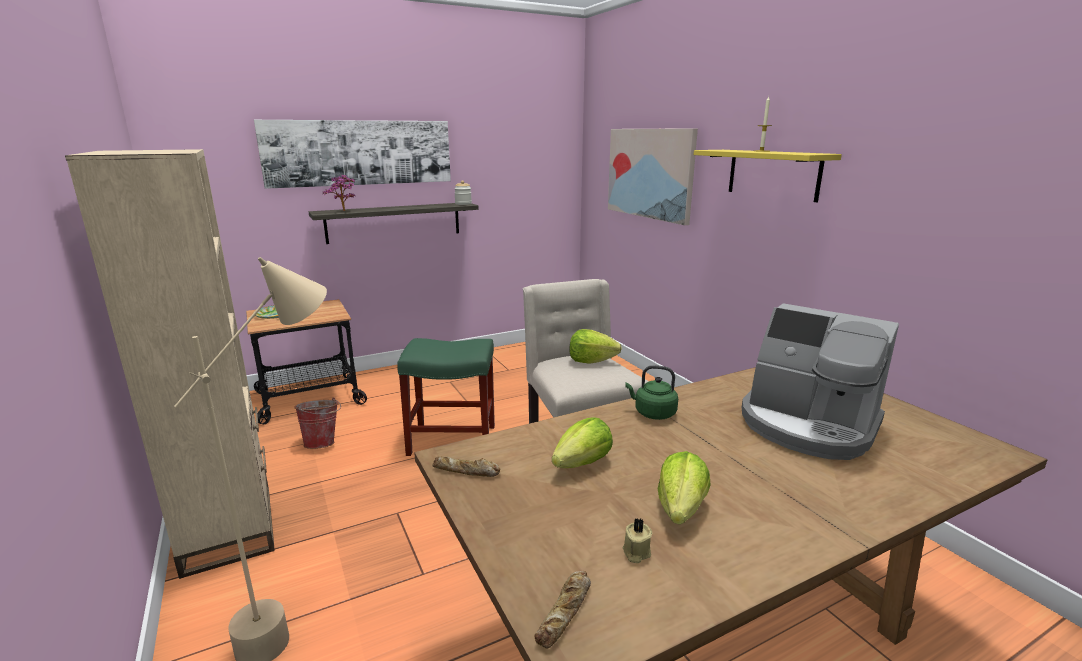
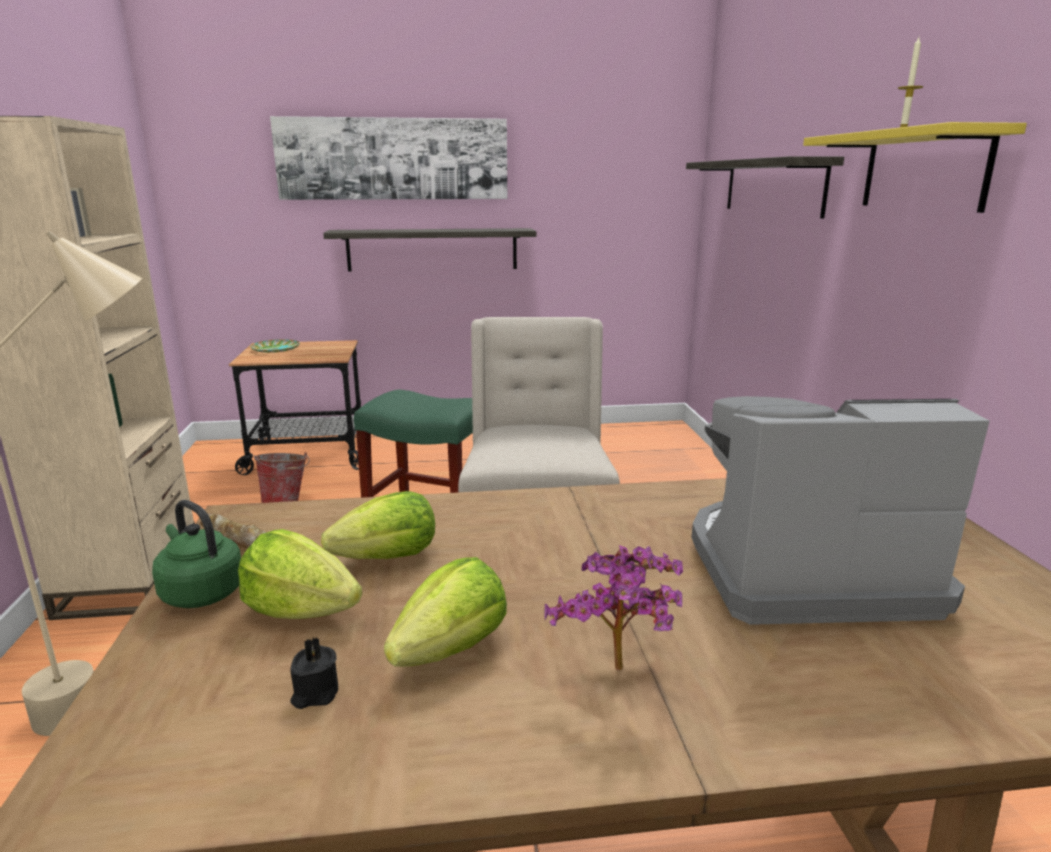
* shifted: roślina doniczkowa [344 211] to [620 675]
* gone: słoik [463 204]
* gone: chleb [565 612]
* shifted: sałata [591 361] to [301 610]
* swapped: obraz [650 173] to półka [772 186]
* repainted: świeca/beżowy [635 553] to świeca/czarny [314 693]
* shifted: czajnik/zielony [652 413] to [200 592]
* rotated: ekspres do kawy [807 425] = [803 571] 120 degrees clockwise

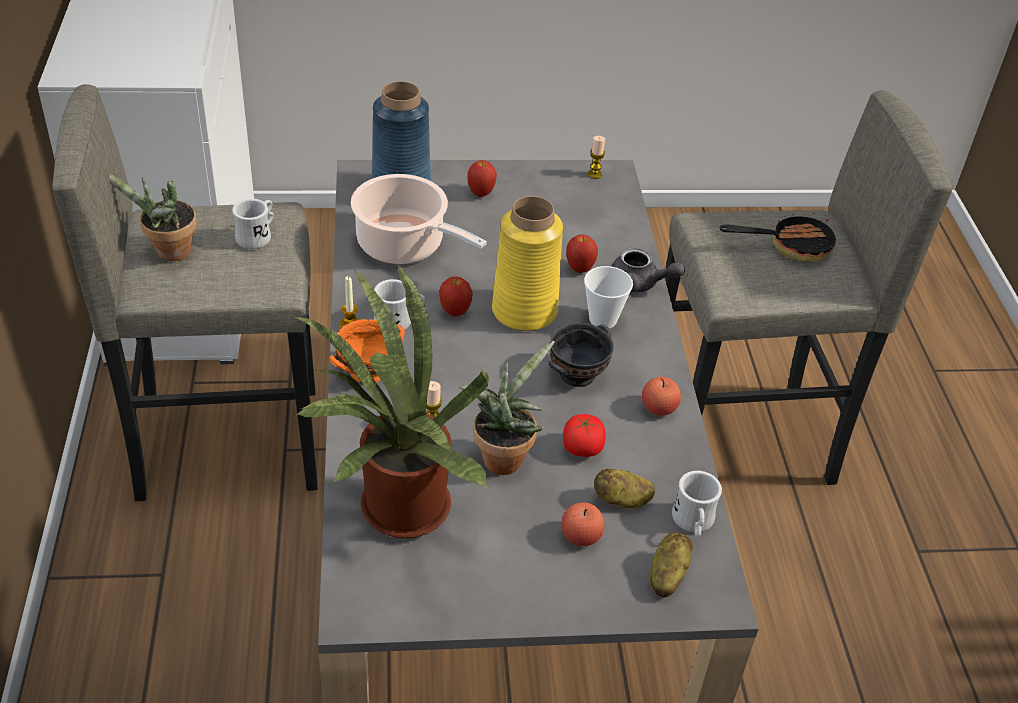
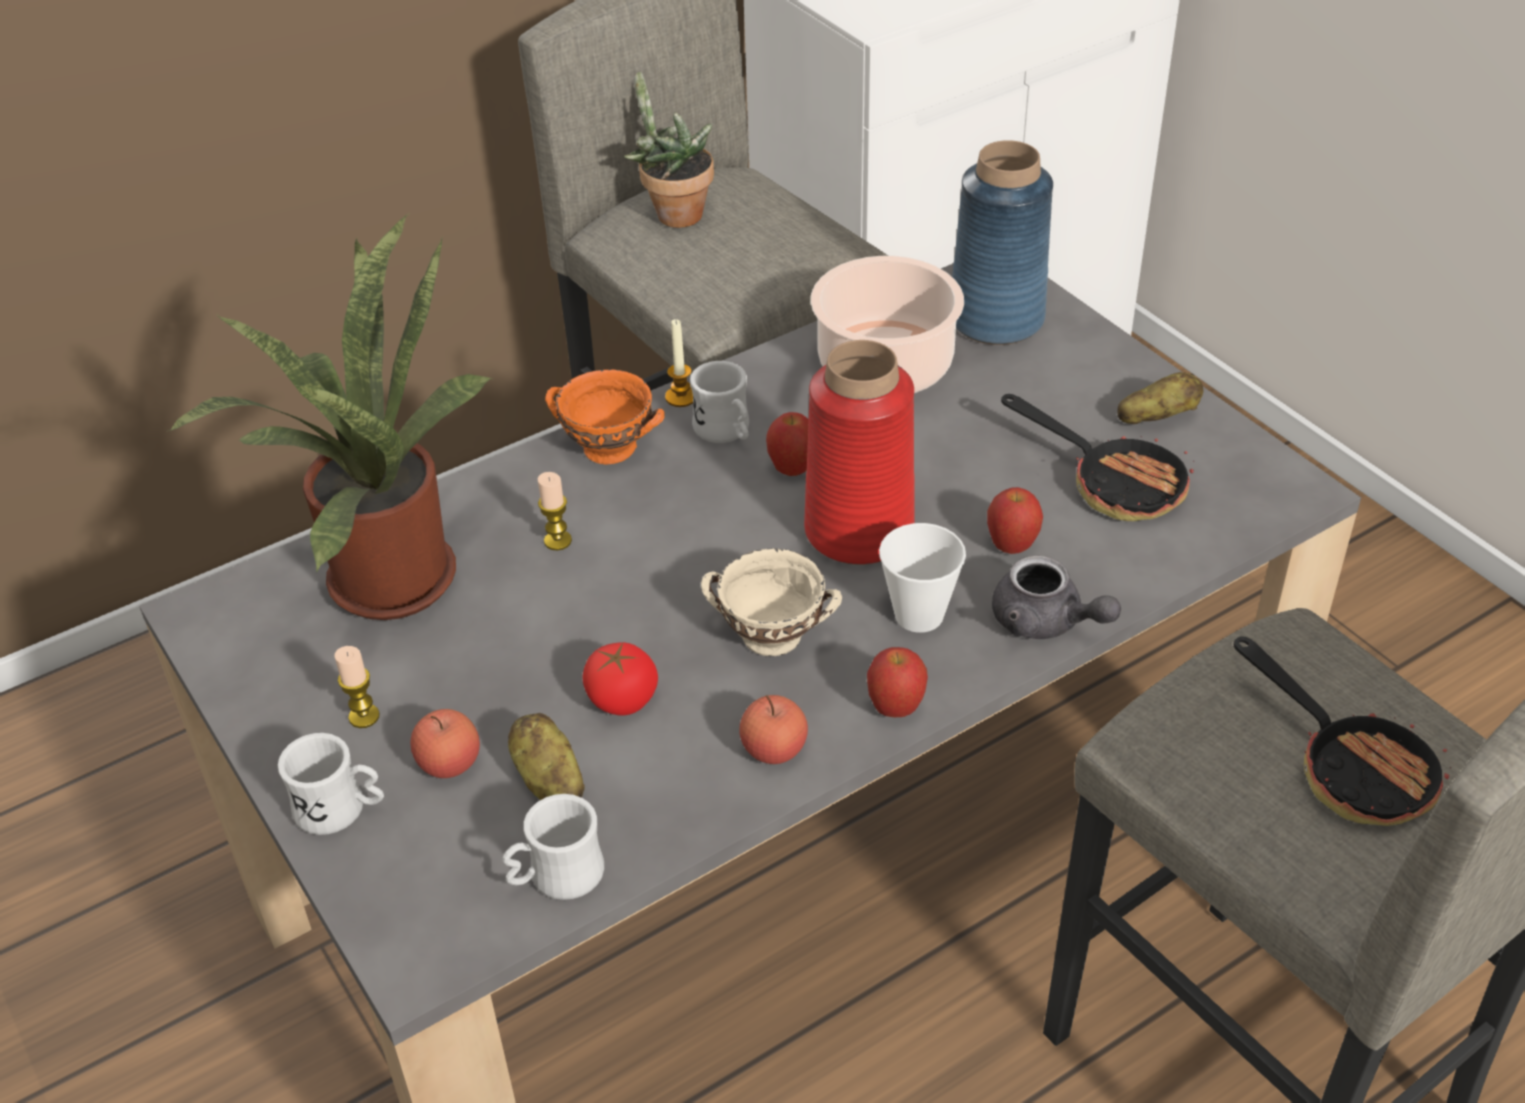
* shifted: kubek/biały [257 236] to [341 810]
* gone: roślina doniczkowa [503 456]
* shifted: jabłko [481 193] to [895 708]
* repainted: wazon/żółty [524 311] to wazon/czerwony [858 531]
* repainted: miska/czarny [575 374] to miska/beżowy [770 634]
* shifted: świeca [594 174] to [364 716]
* rotated: imbryk/szary [640 284] = [1046 623] 45 degrees counterclockwise
* shifted: ziemniak [667 575] to [1156 418]
* new: patelnia [1113 483]

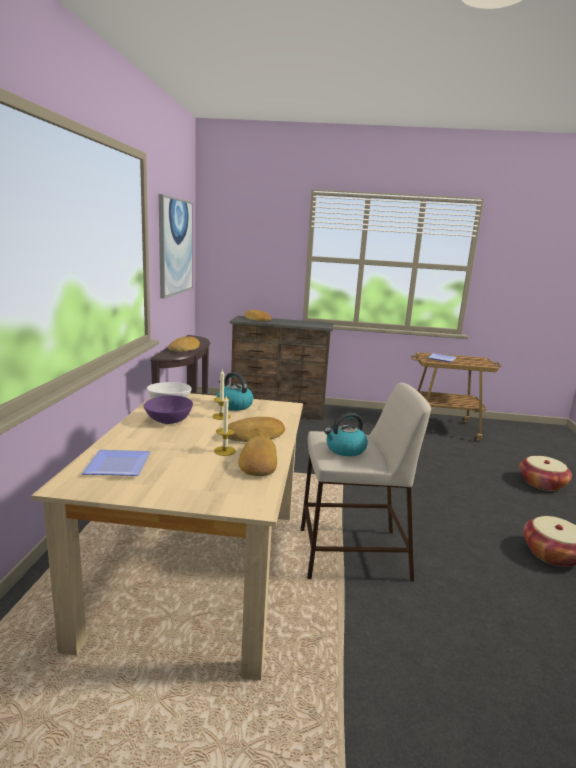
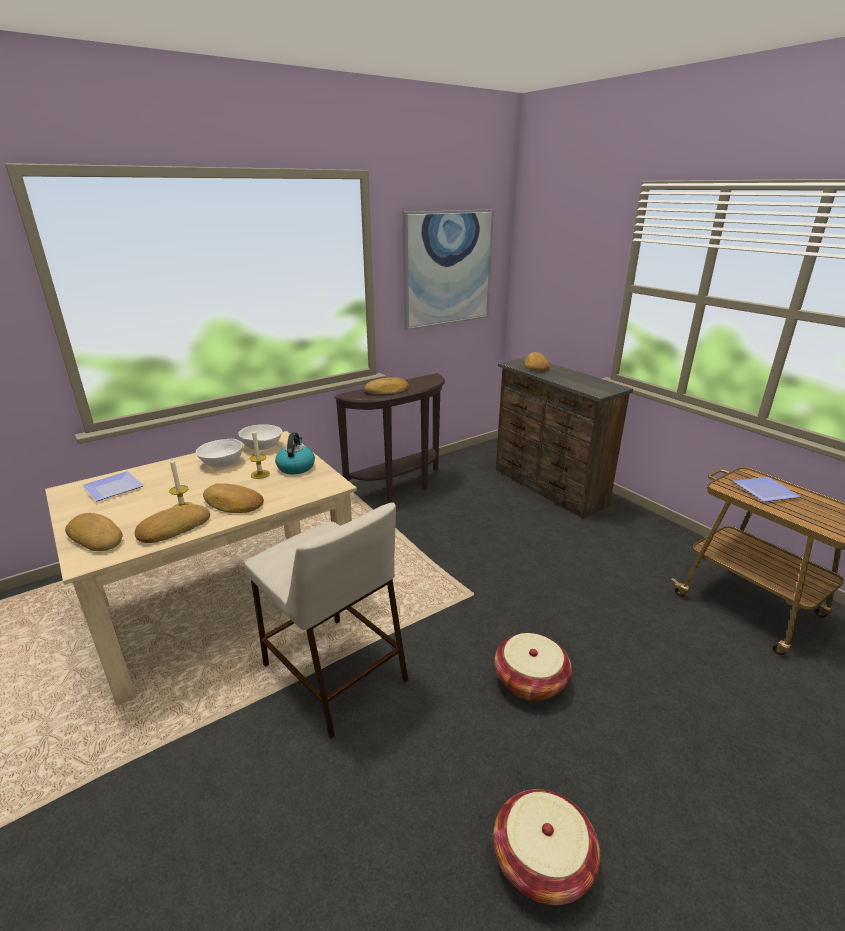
* repainted: miska/fioletowy [168 420] to miska/biały [222 463]
* gone: czajnik [345 450]
* shifted: koszyk [542 483] to [530 681]
* new: chleb [97 537]

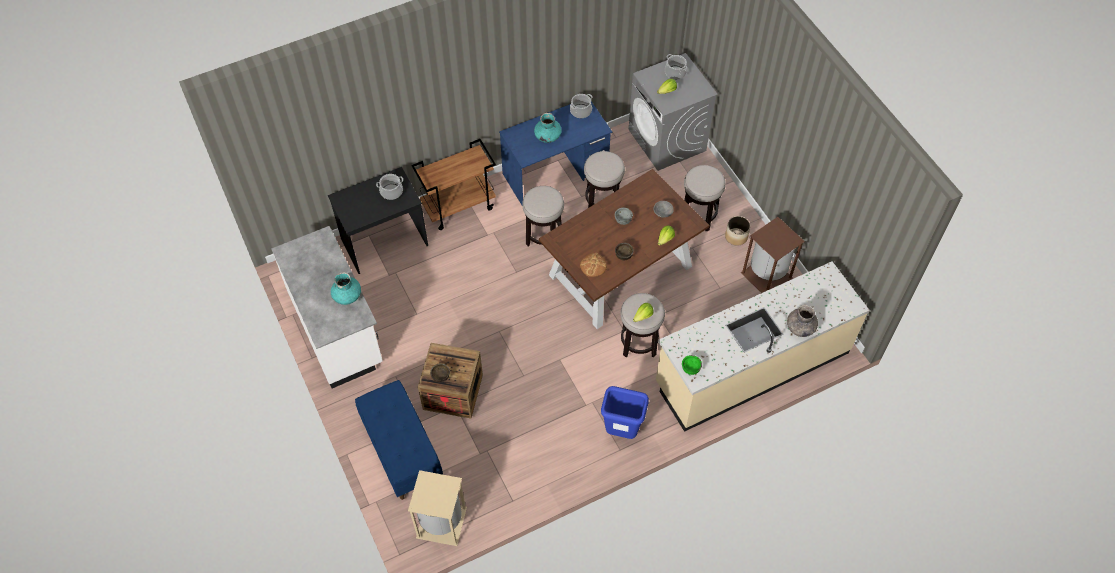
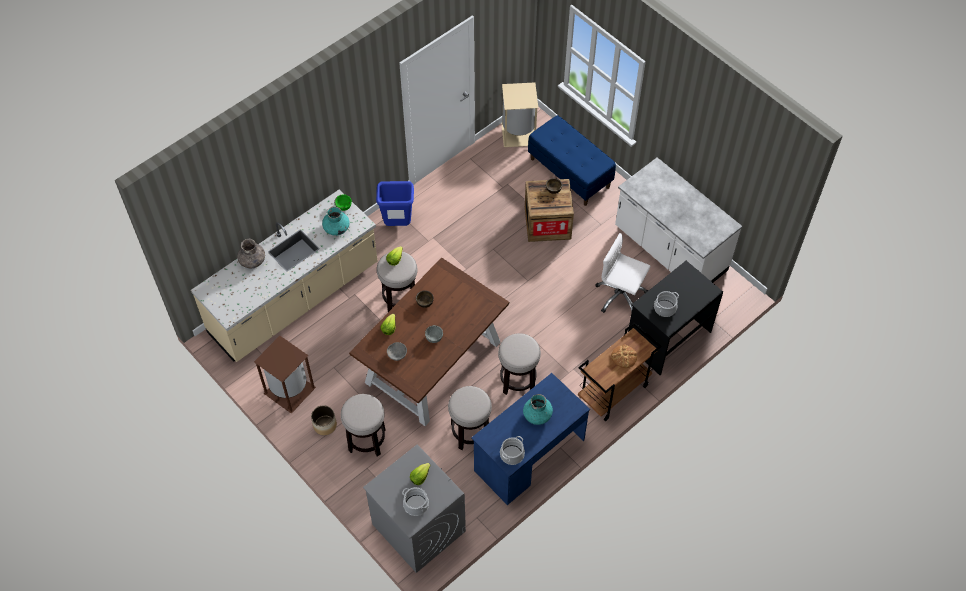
* shifted: wazon/turkusowy [347 295] to [336 228]
* shifted: chleb [593 266] to [624 357]
* new: krzesło biurowe/biały [620 296]

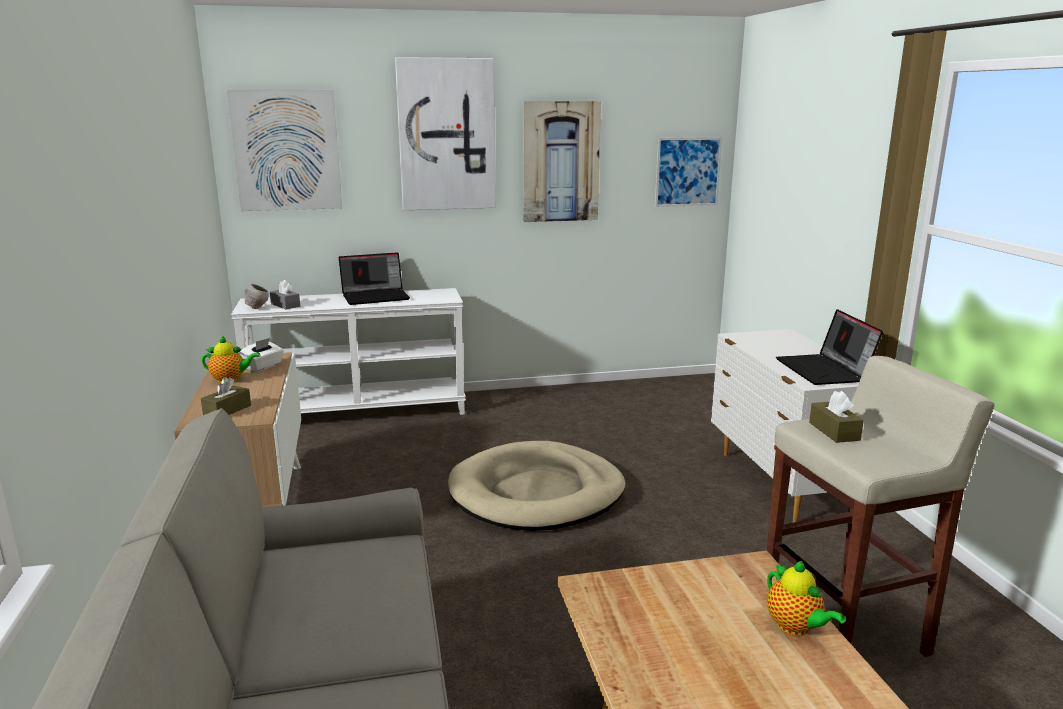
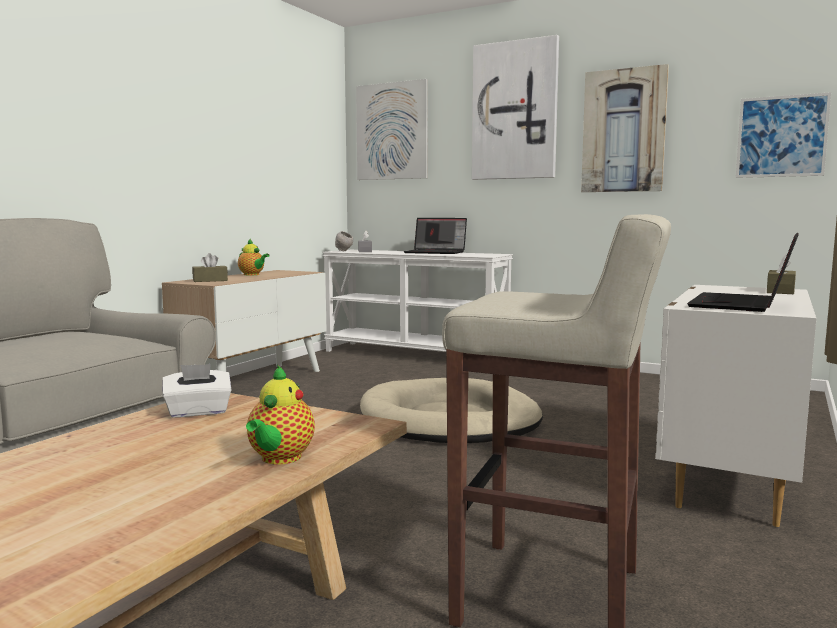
* shifted: pudełko chusteczek/biały [263 366] to [198 412]
* shifted: pudełko chusteczek/brązowy [834 431] to [780 291]

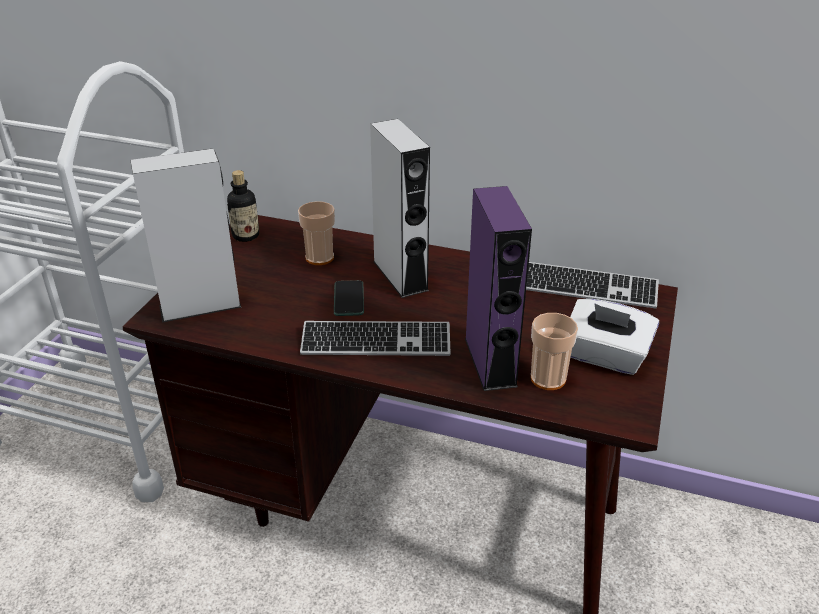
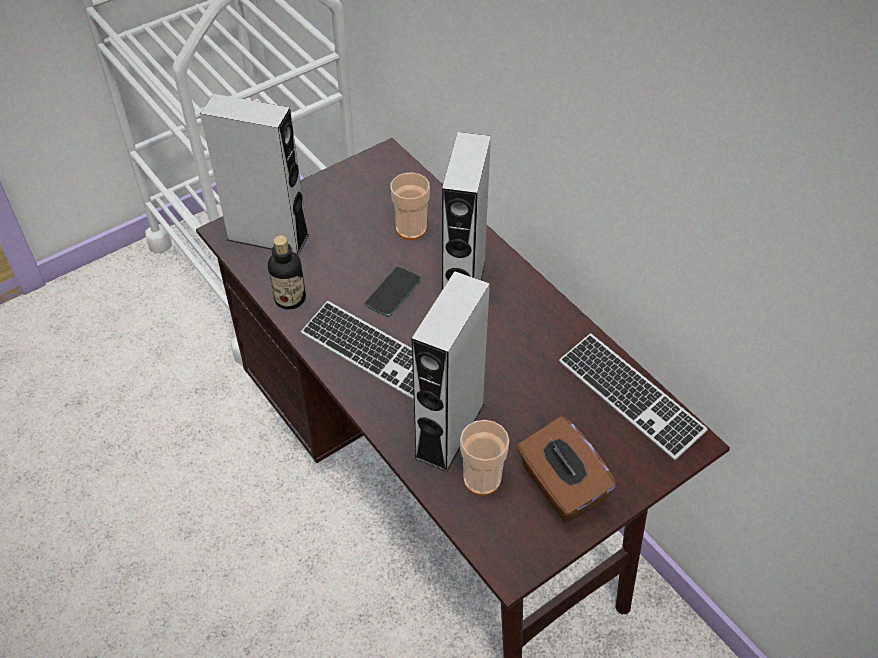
* shifted: butelka [246 236] to [290 298]
* repainted: głośnik/fioletowy [490 361] to głośnik/szary [449 431]
* repainted: pudełko chusteczek/biały [605 357] to pudełko chusteczek/brązowy [561 487]

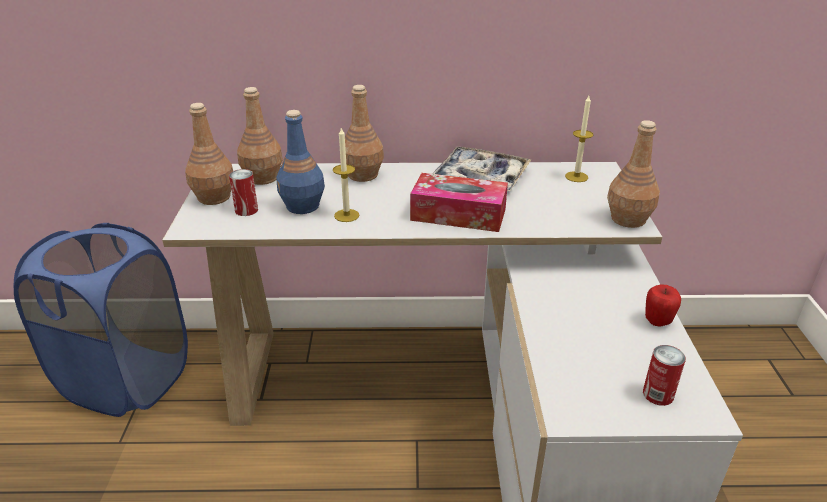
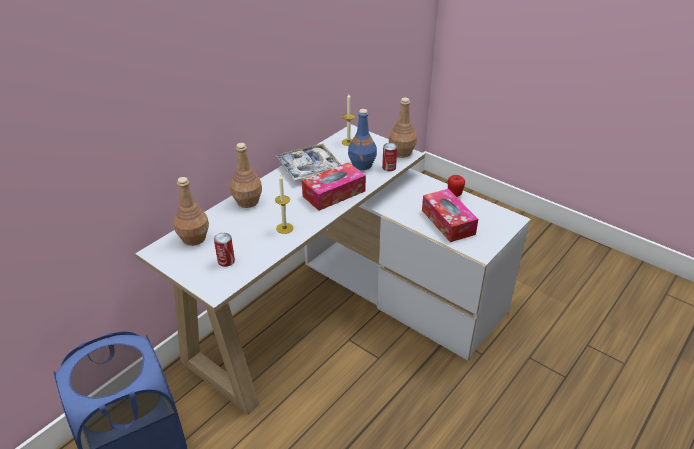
* gone: butelka/brązowy [214 197]
* shifted: butelka/niebieski [303 206] to [362 165]
* shifted: puszka [658 394] to [389 167]
* new: pudełko chusteczek [448 222]

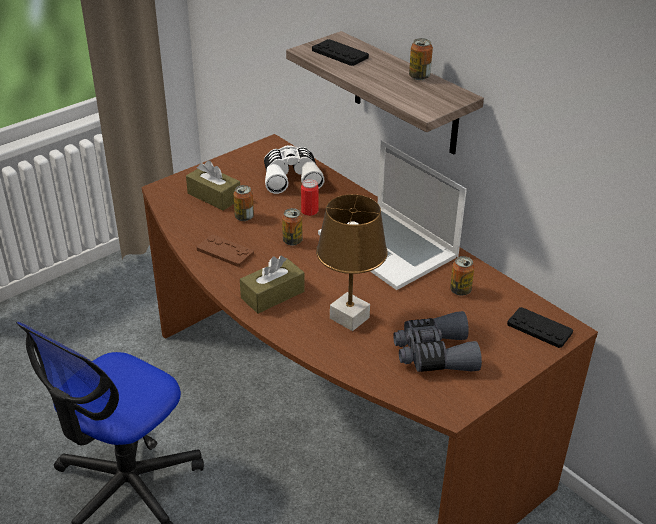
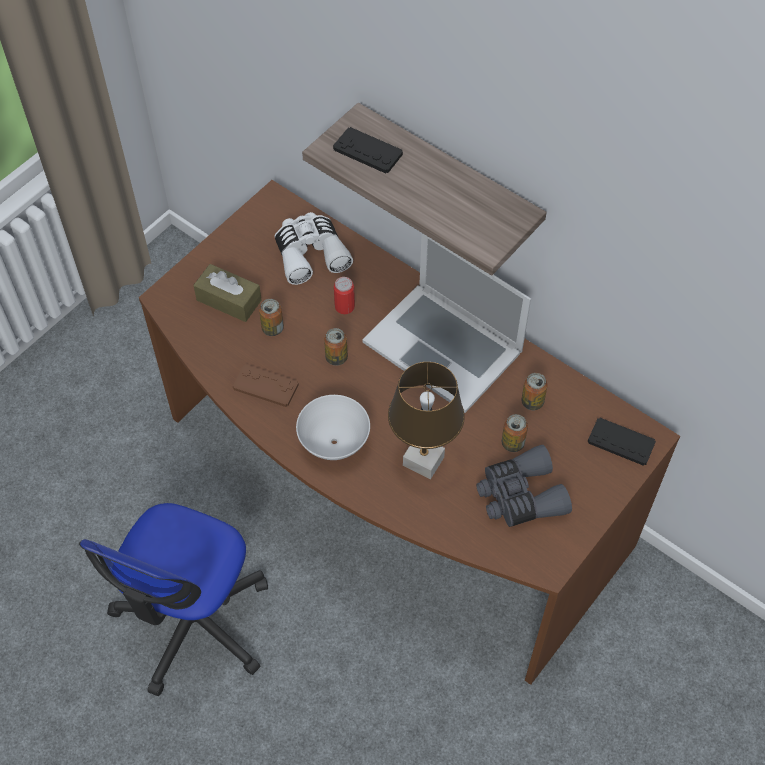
* swapped: pudełko chusteczek/brązowy [272 295] to miska/biały [334 442]
* shifted: puszka [419 76] to [512 443]

